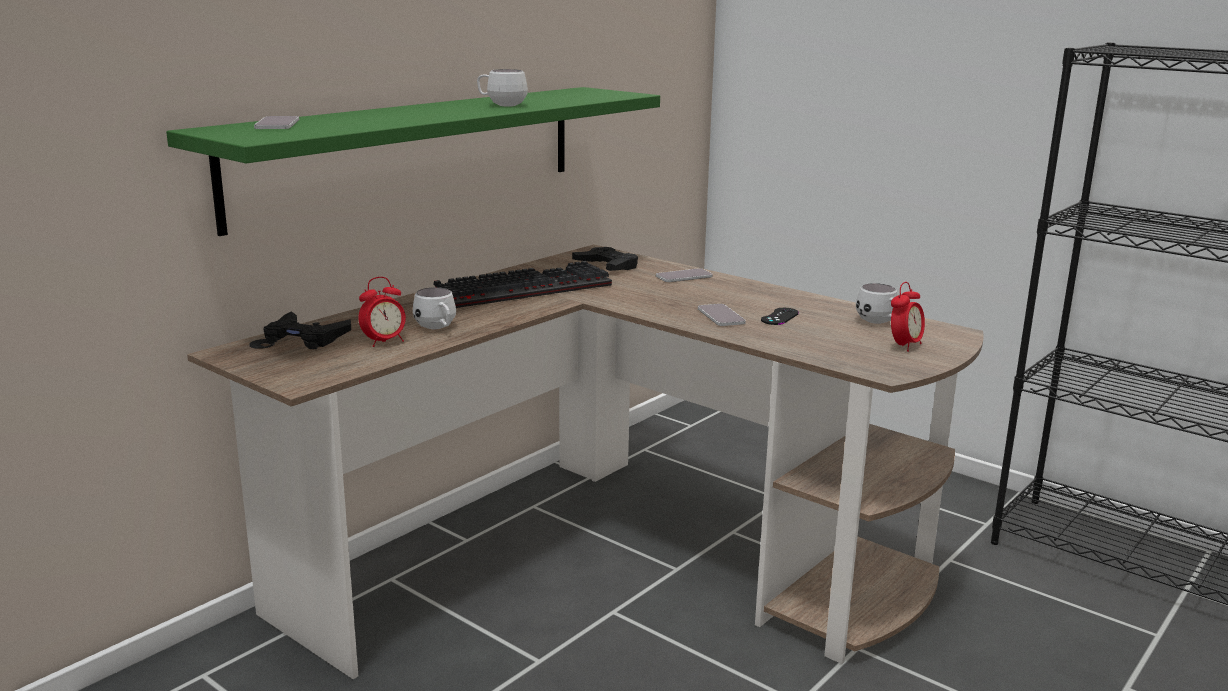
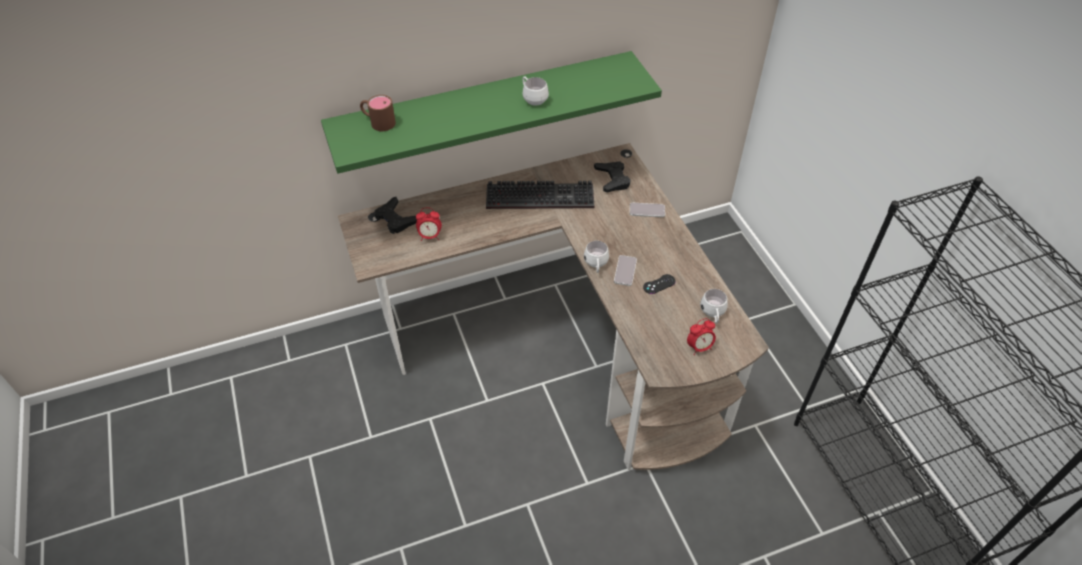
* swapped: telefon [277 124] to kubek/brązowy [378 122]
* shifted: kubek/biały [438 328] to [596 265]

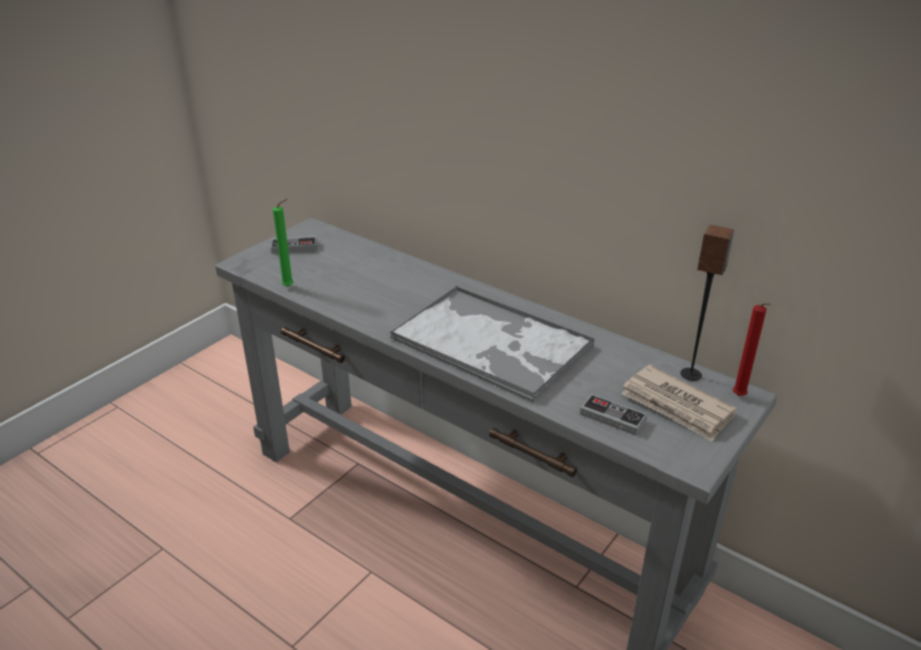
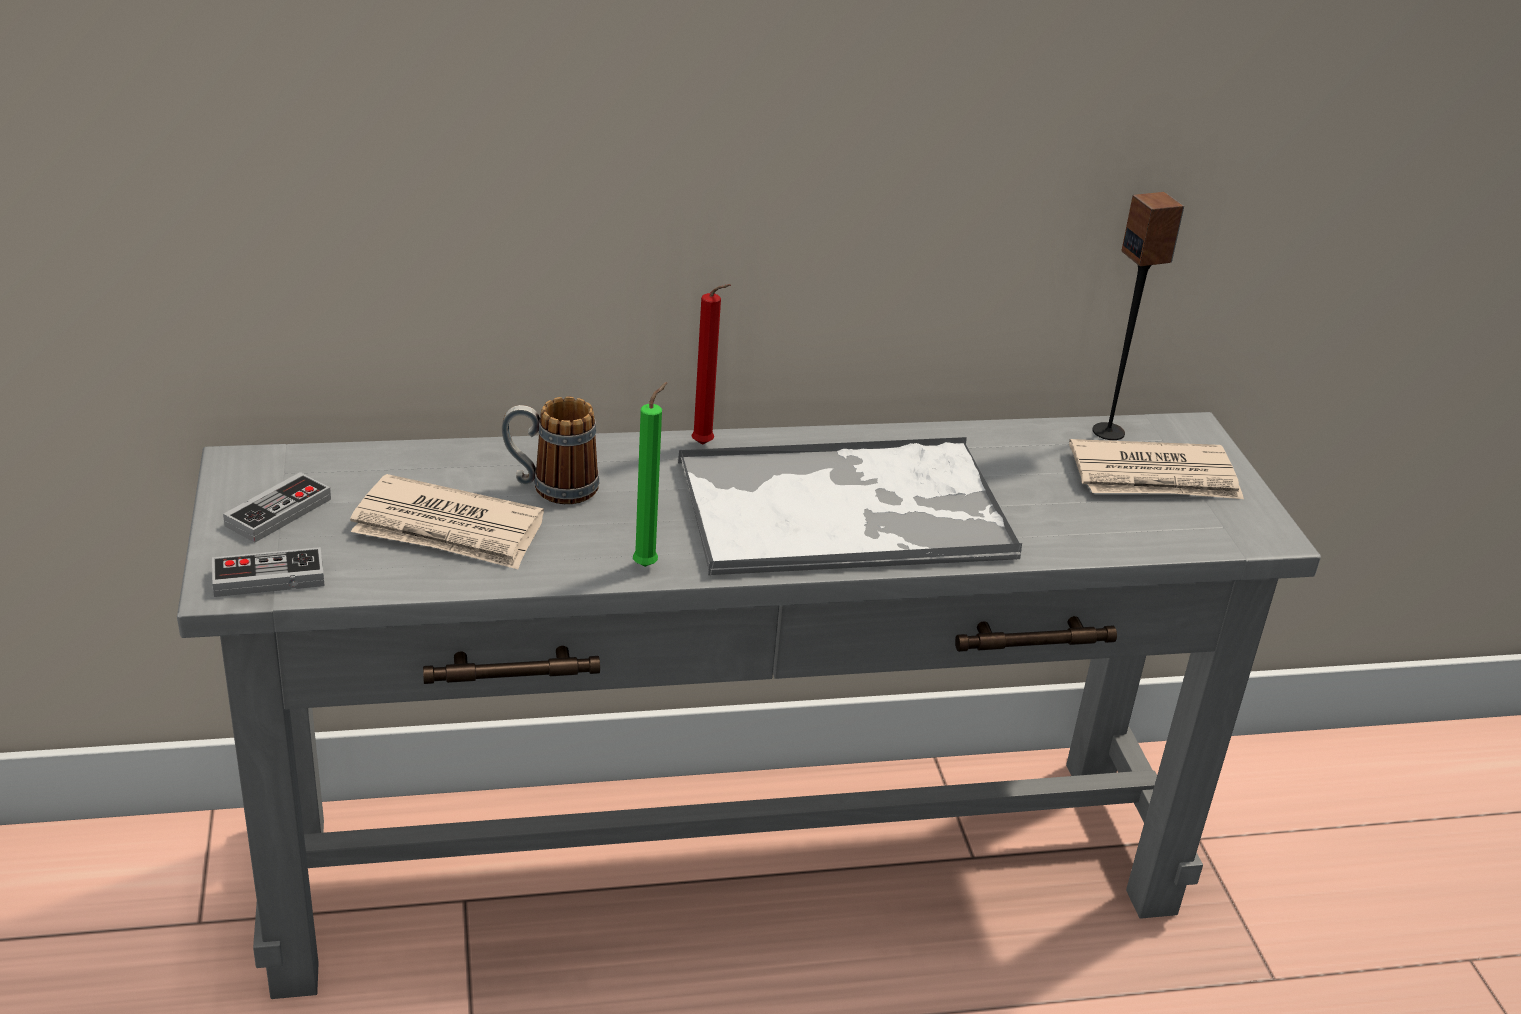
* shifted: świeca/zielony [290 287] to [648 564]
* shifted: pad do gier [612 417] to [268 578]
* shifted: świeca/czerwony [740 397] to [705 445]
* new: gazeta [448 530]
* new: kubek [551 487]

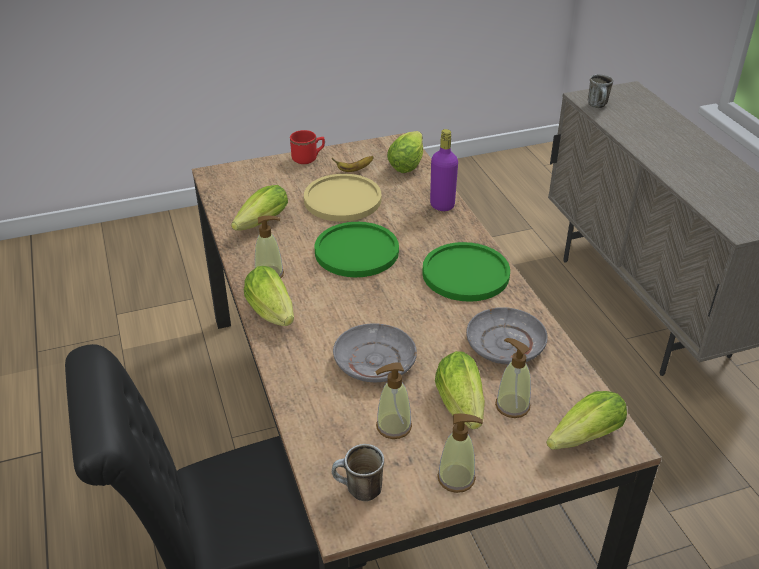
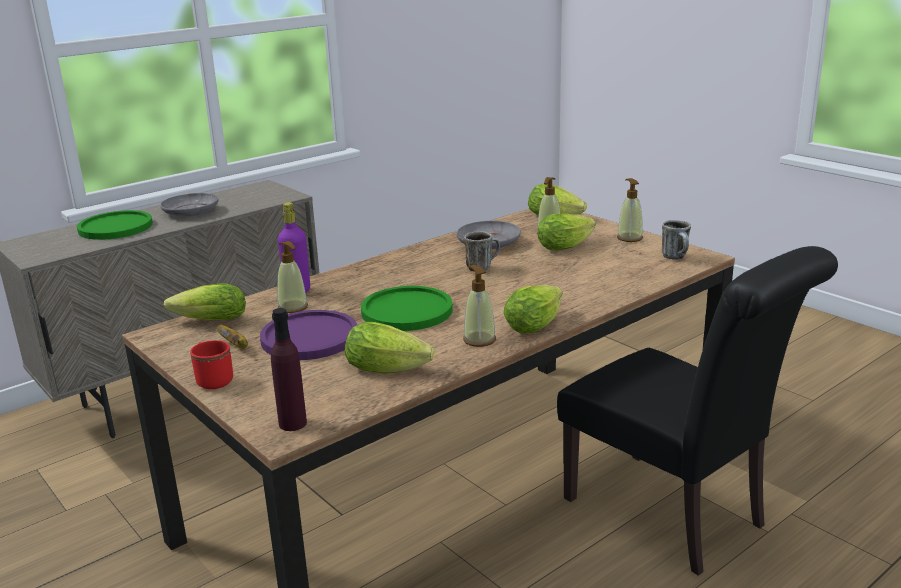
* repainted: talerz/żółty [342 199] to talerz/fioletowy [309 337]
* shifted: talerz/szary [374 361] to [190 212]
* shifted: dozownik mydła [393 426] to [293 308]
* shifted: talerz/zielony [465 273] to [115 227]
* shifted: kubek [598 106] to [482 267]
* new: butelka/fioletowy [292 423]

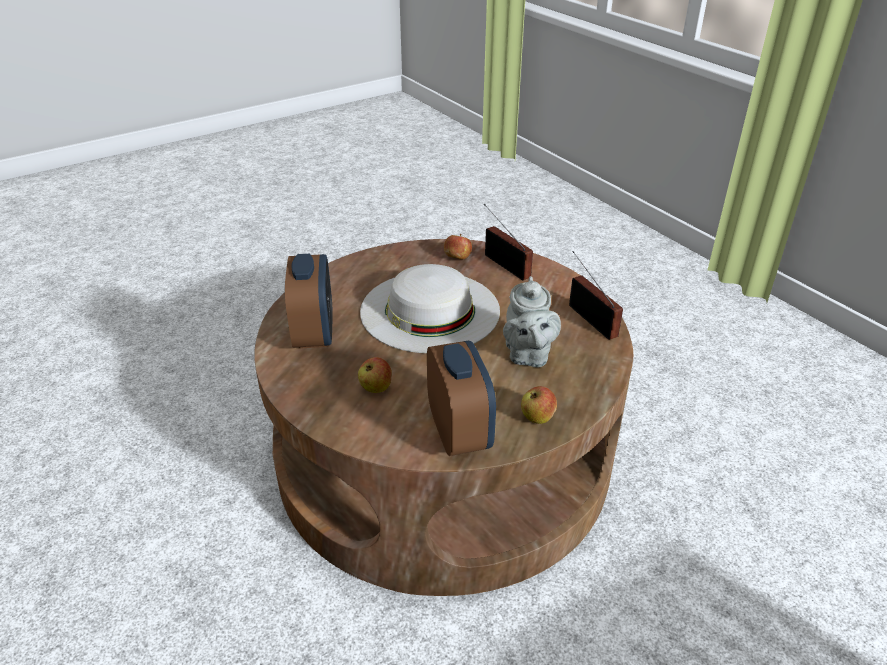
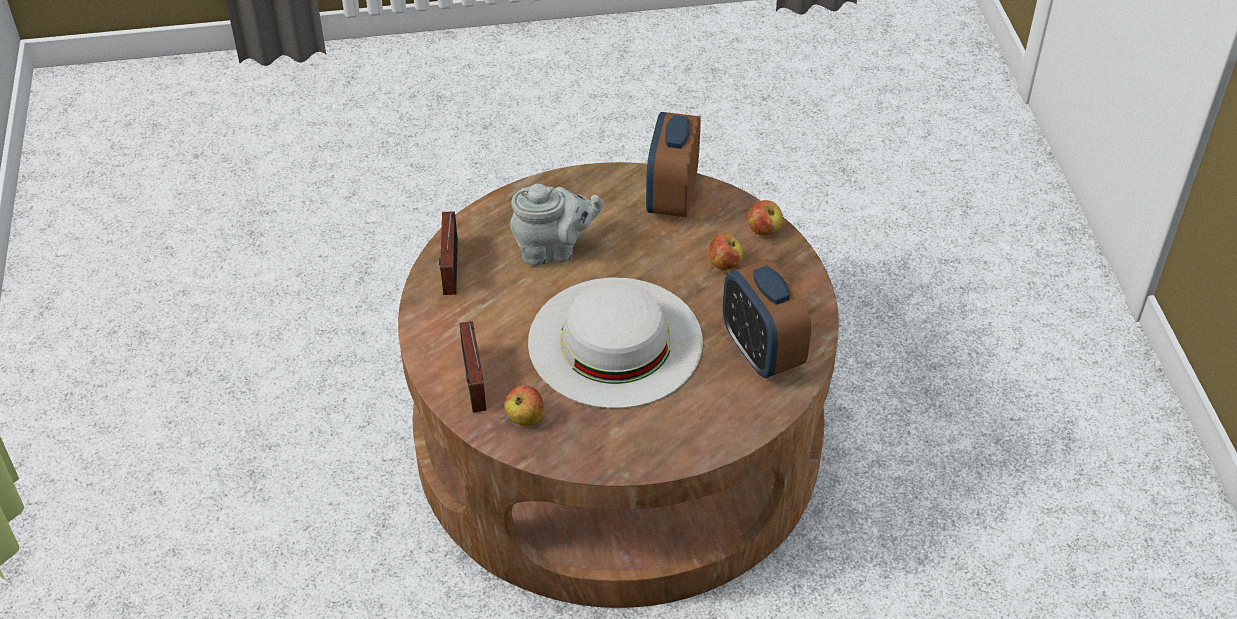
* rotated: budzik [314 334] = [762 352] 45 degrees counterclockwise
* rotated: imbryk/szary [527 355] = [553 250] 60 degrees clockwise
* shifted: jabłko [537 417] to [764 230]

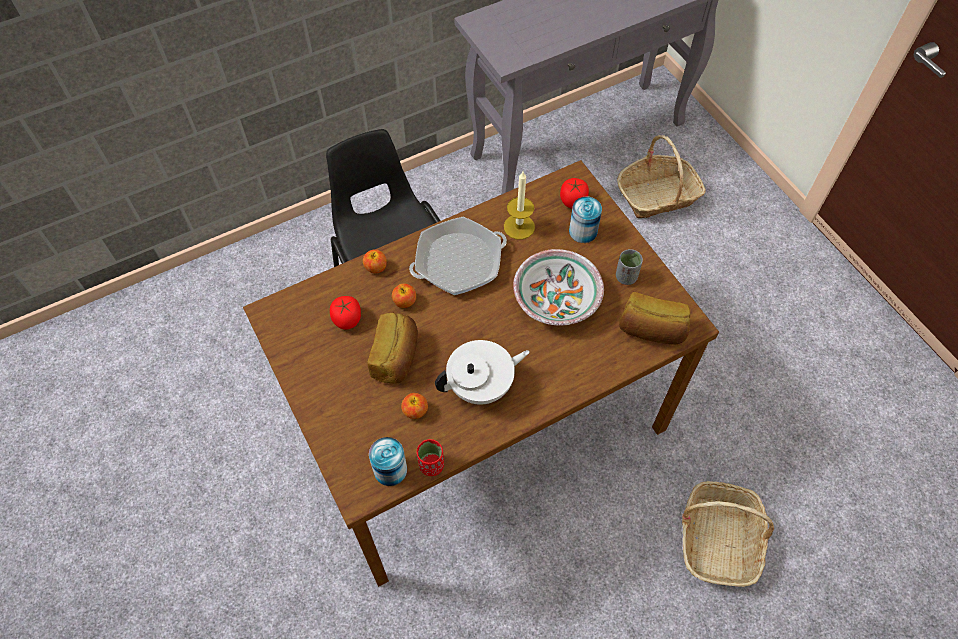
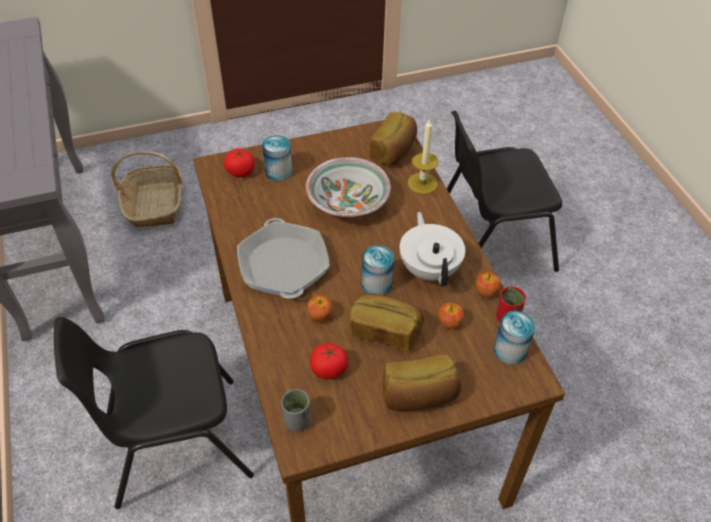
* shifted: jabłko [375 268] to [486 292]
* shifted: świeca [519 226] to [422 183]
* shifted: filiżanka/szary [626 277] to [297 421]
* swapped: koszyk [718 538] to krzesło/czarny [489 245]
* new: puszka [376 284]
* new: chleb [419 396]

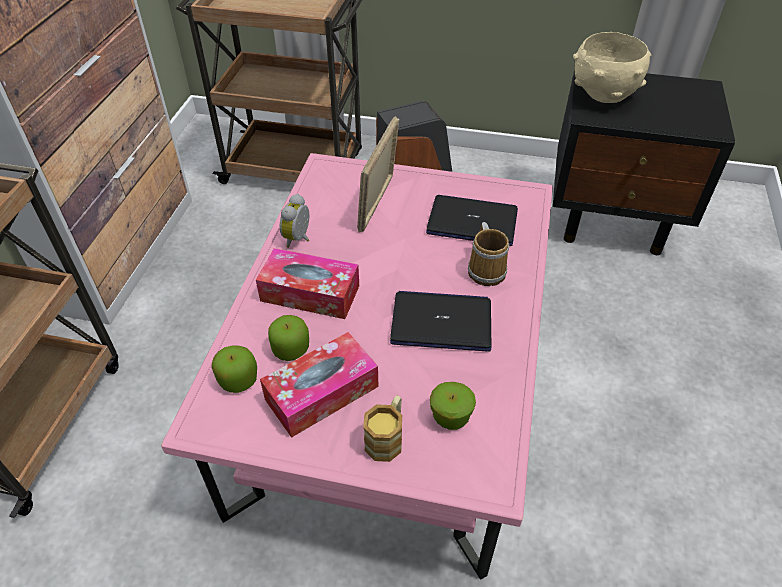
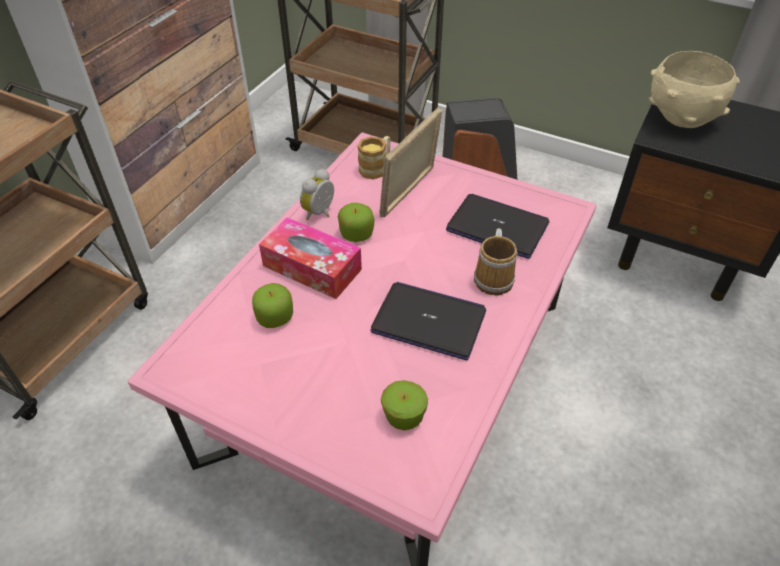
* shifted: jabłko [238 379] to [356 234]
* gone: pudełko chusteczek [322 393]
* shifted: kubek [387 437] to [376 167]

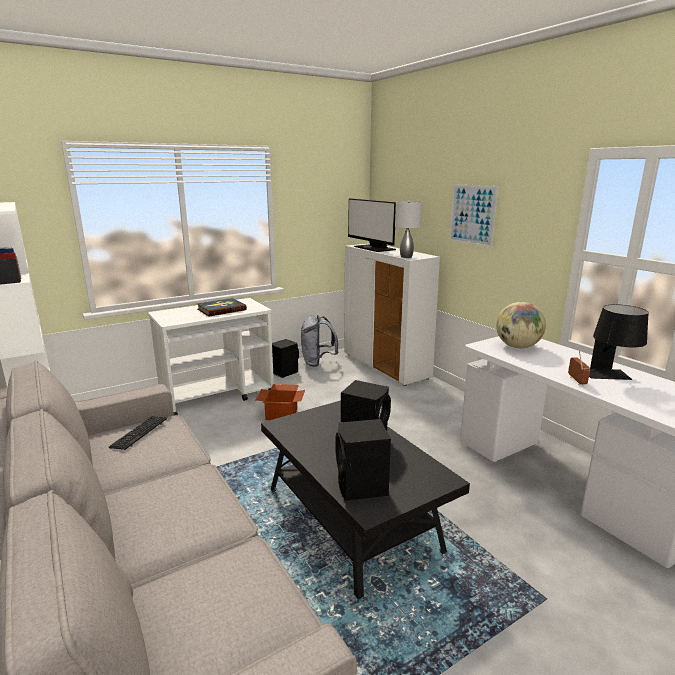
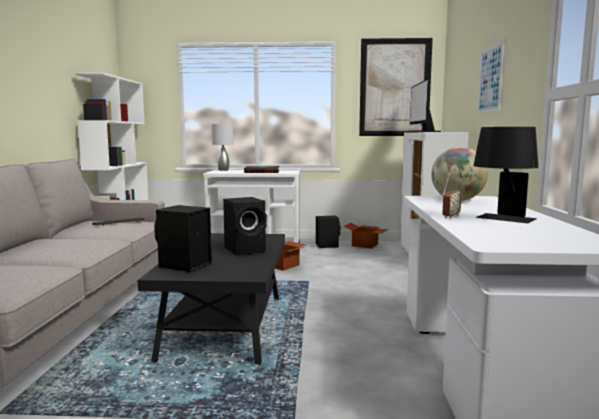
* swapped: plecak/szary [317 363] to karton [365 245]
* shifted: lampa stołowa/szary [406 257] to [223 170]
* new: obraz [395 87]

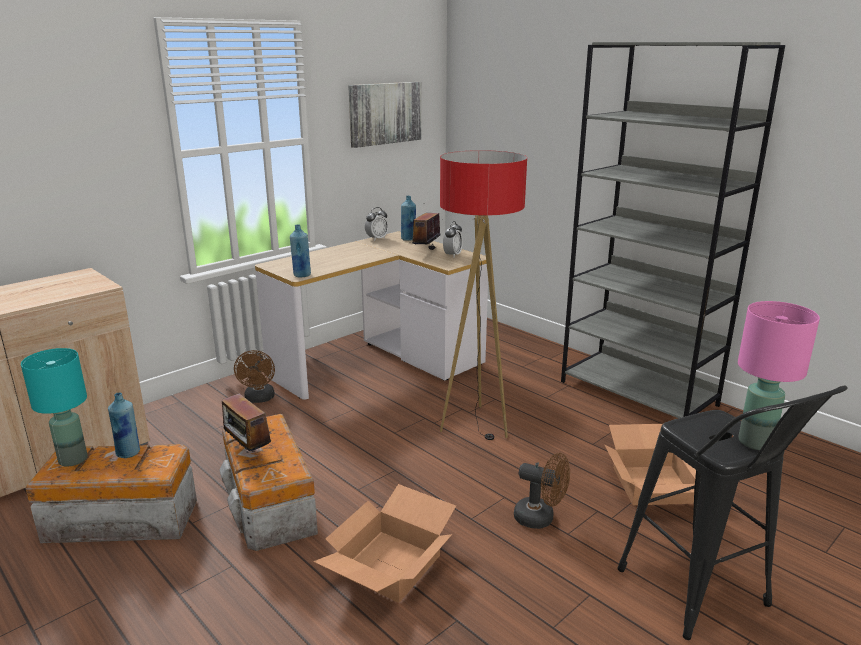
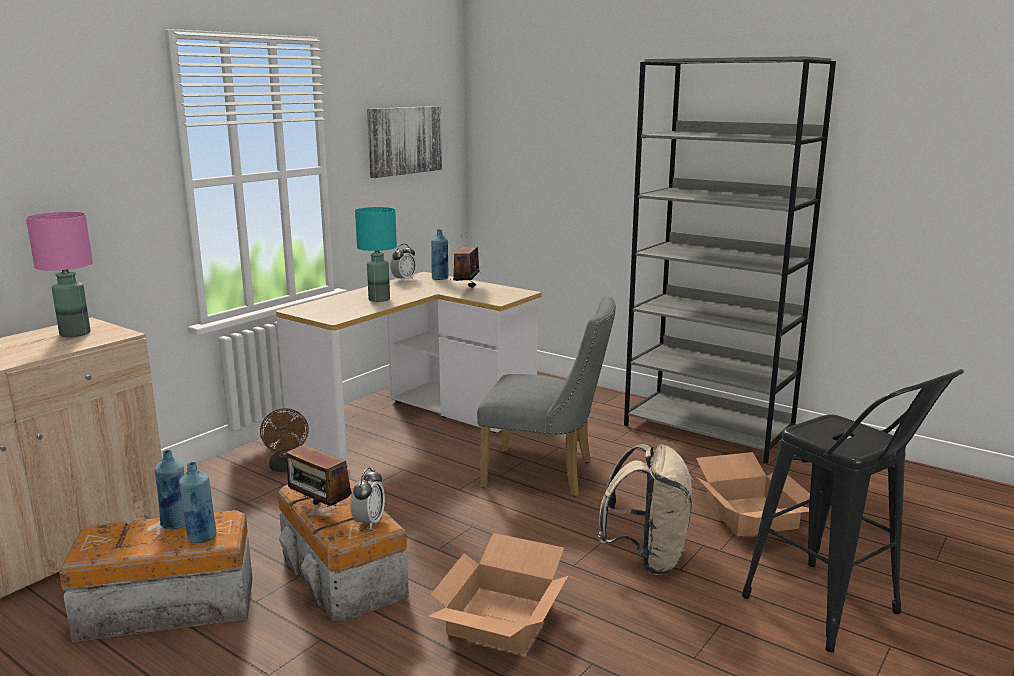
* shifted: lampa stołowa/turkusowy [73 460] to [379 299]
* shifted: butelka/niebieski [301 275] to [201 537]
* swapped: lampa stojąca [475 425] to krzesło/szary [547 474]
* shifted: budzik [452 255] to [369 522]
* swapped: wentylator/brązowy [540 518] to plecak/beżowy [647 558]
* shifted: lampa stołowa/różowy [756 442] to [76 333]

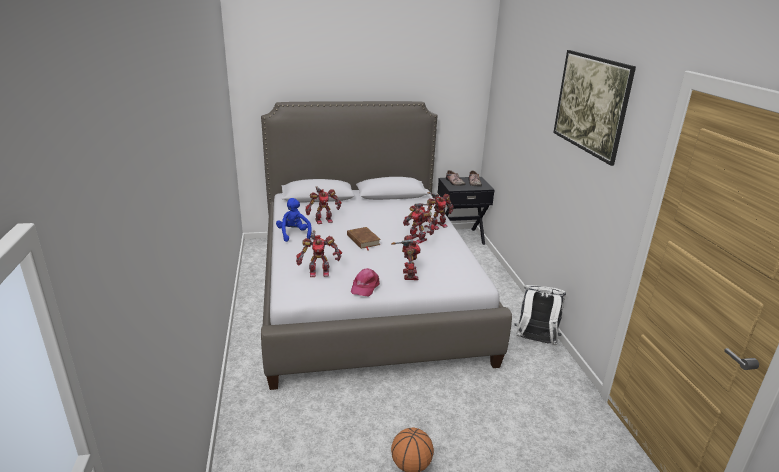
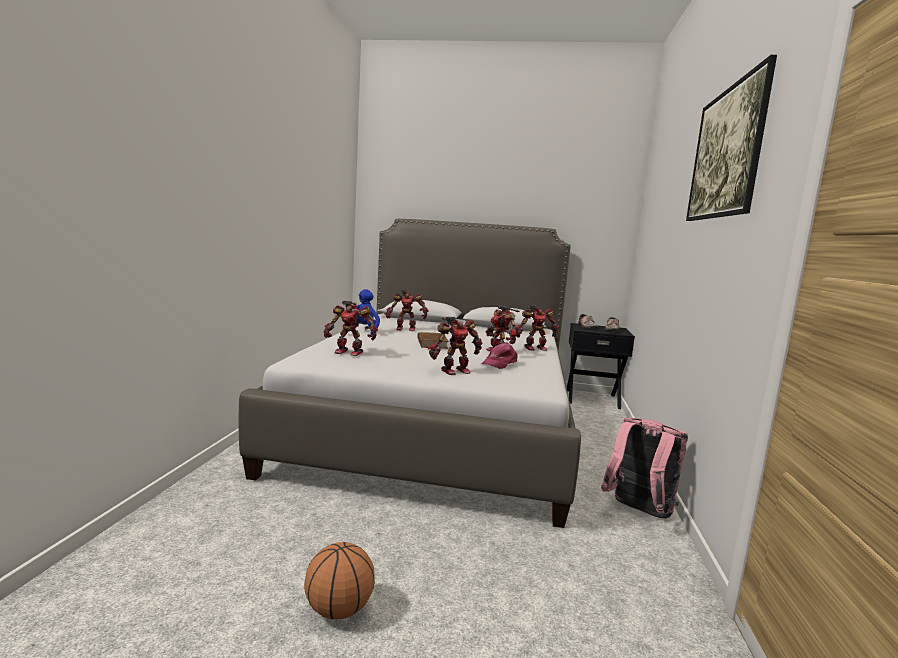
* shifted: czapka z daszkiem/różowy [364 286] to [499 363]
* rotated: robot zabawkowy [408 275] = [454 371] 45 degrees clockwise
* repainted: plecak/biały [535 341] to plecak/różowy [638 512]

